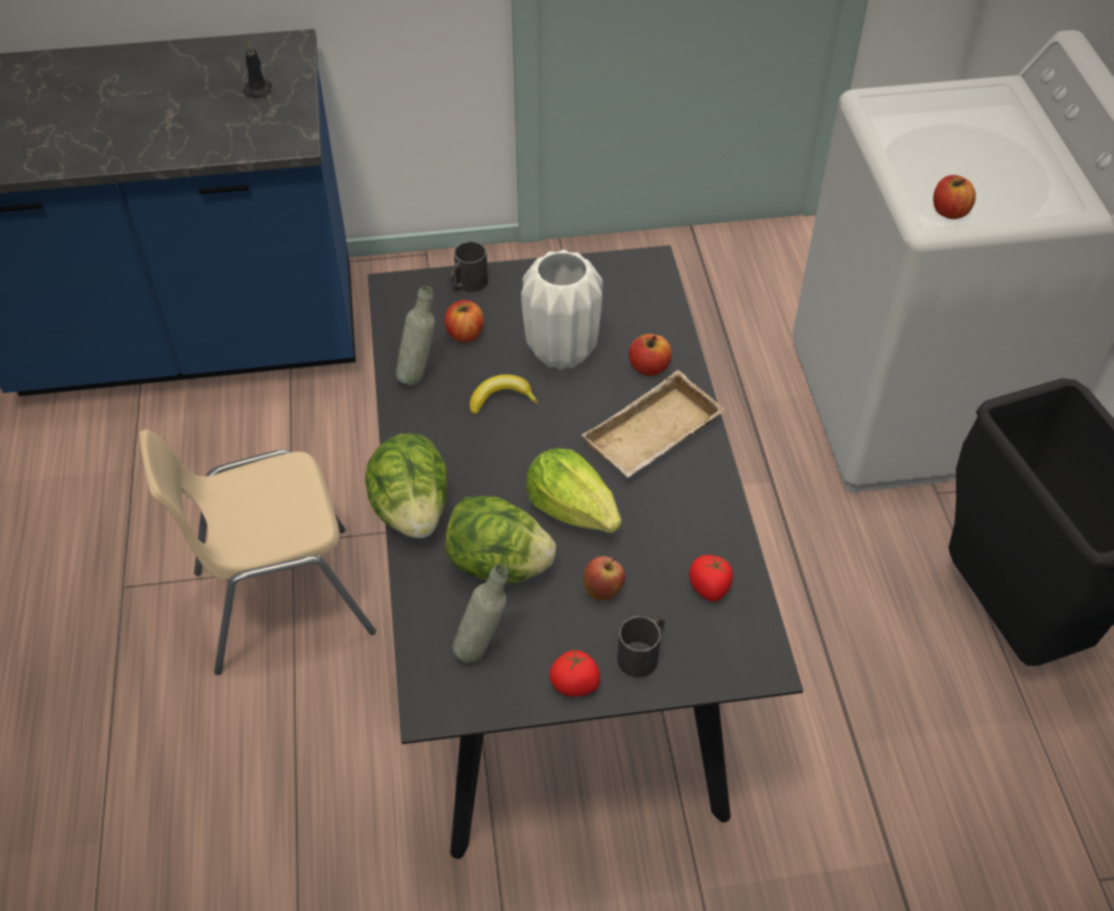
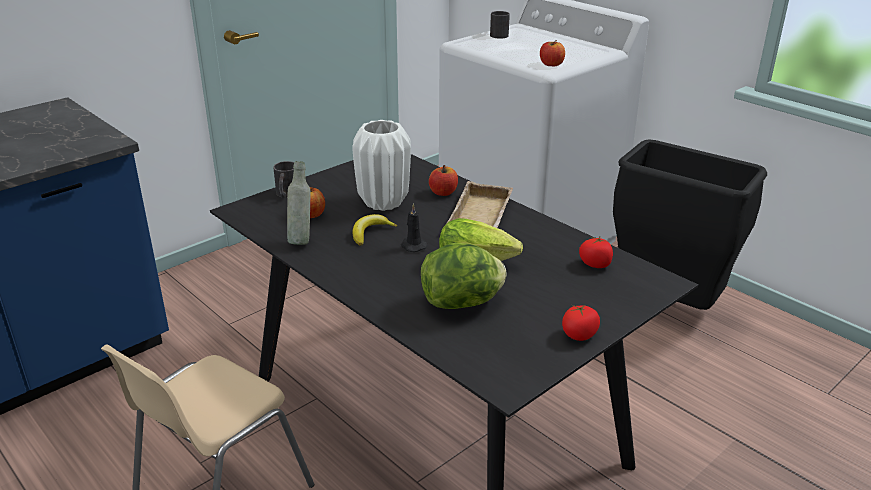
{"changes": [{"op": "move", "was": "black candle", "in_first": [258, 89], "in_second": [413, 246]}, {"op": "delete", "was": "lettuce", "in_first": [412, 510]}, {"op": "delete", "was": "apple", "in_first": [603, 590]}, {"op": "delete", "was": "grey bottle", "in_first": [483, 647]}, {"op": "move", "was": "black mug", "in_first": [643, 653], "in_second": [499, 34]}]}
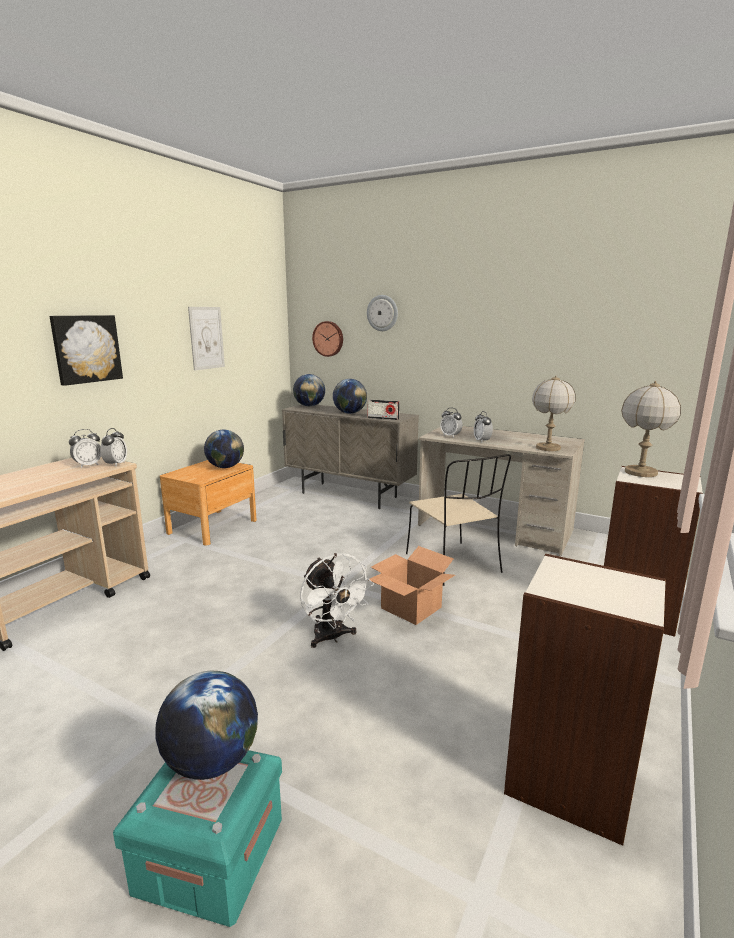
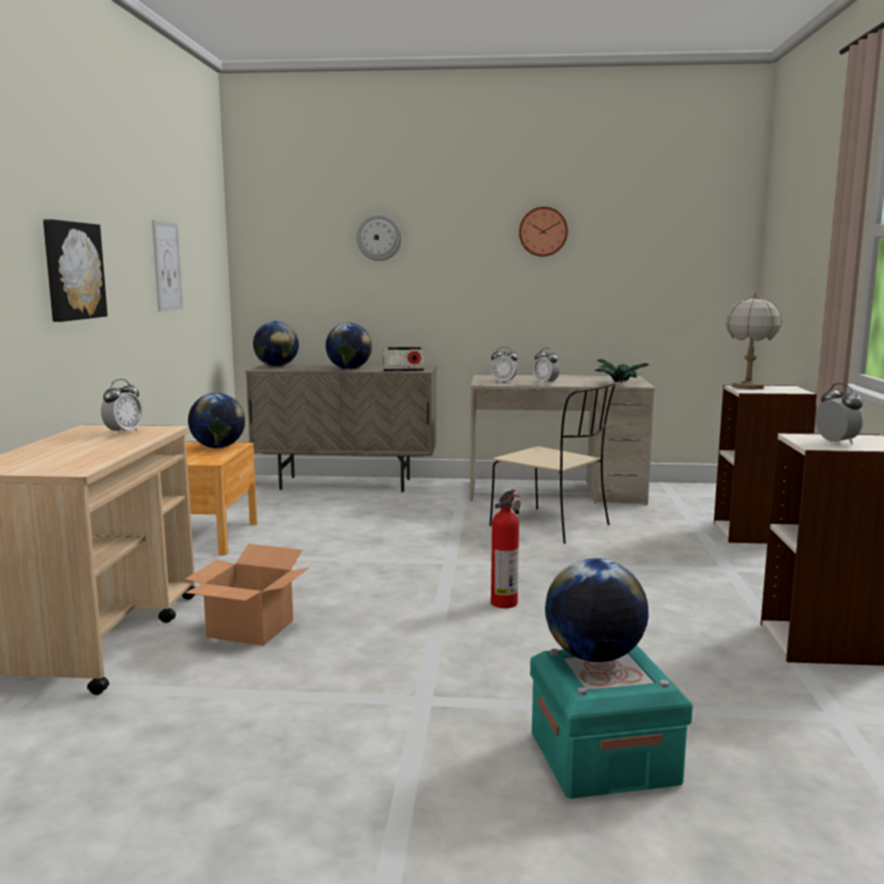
{"changes": [{"op": "move", "was": "wall clock", "in_first": [328, 338], "in_second": [543, 231]}, {"op": "replace", "was": "table lamp", "now": "potted plant", "in_first": [548, 448], "in_second": [621, 383]}, {"op": "move", "was": "alarm clock", "in_first": [116, 464], "in_second": [836, 442]}, {"op": "move", "was": "cardboard box", "in_first": [412, 608], "in_second": [252, 629]}, {"op": "replace", "was": "white fan", "now": "fire extinguisher", "in_first": [332, 637], "in_second": [505, 602]}]}
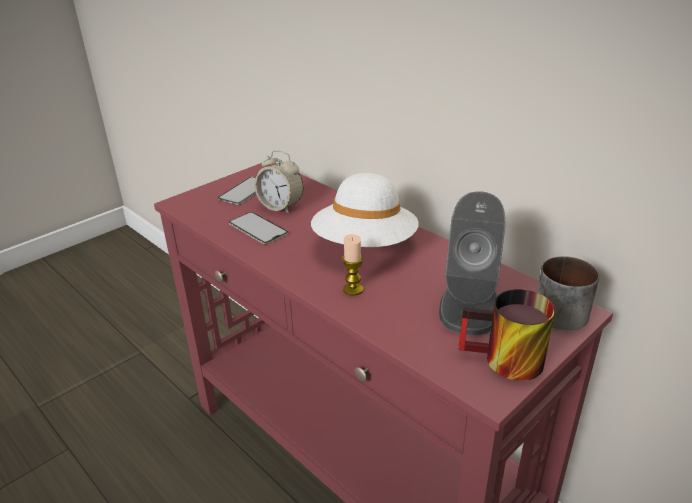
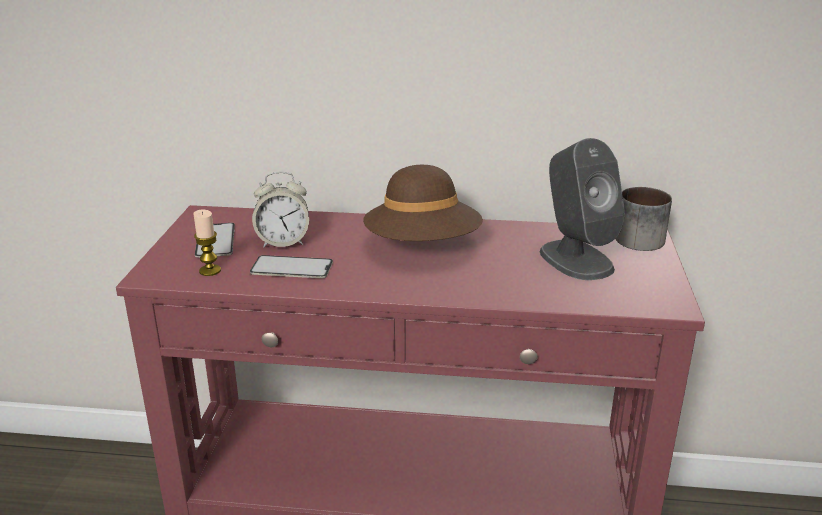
{"changes": [{"op": "recolor", "was": "white hat", "now": "brown hat", "in_first": [365, 245], "in_second": [422, 246]}, {"op": "move", "was": "candle", "in_first": [353, 289], "in_second": [210, 271]}, {"op": "delete", "was": "mug", "in_first": [503, 363]}]}
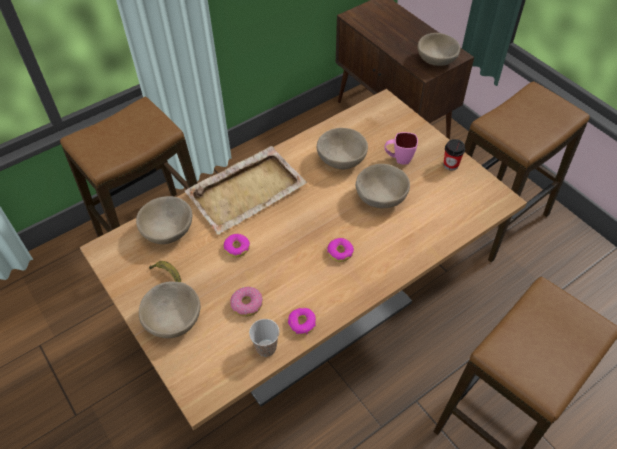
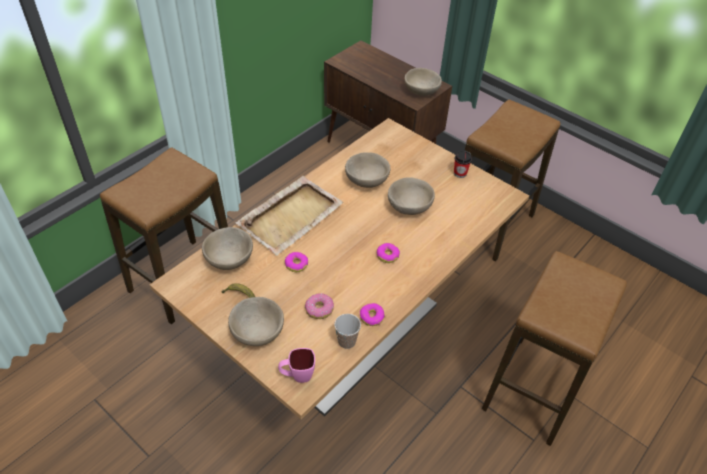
{"changes": [{"op": "move", "was": "pink mug", "in_first": [398, 159], "in_second": [297, 376]}]}
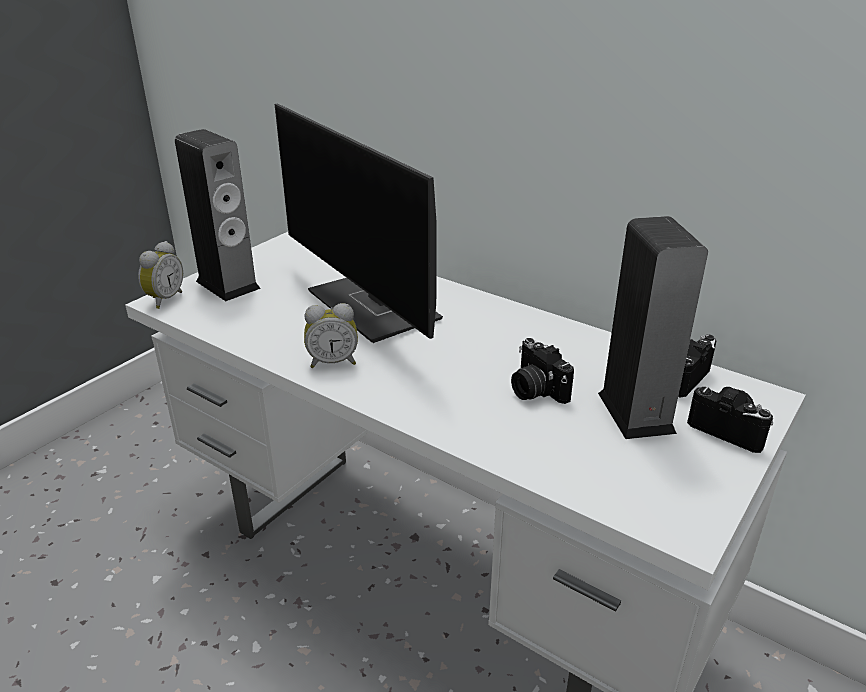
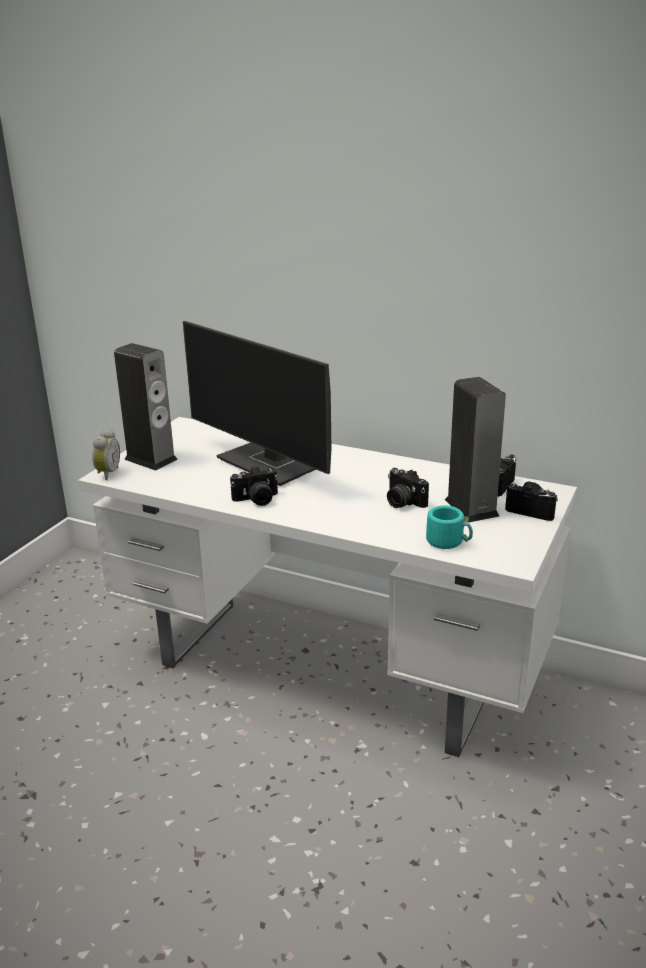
{"changes": [{"op": "replace", "was": "alarm clock", "now": "photo camera", "in_first": [333, 362], "in_second": [256, 500]}, {"op": "insert", "now": "turquoise mug", "in_second": [449, 541]}]}
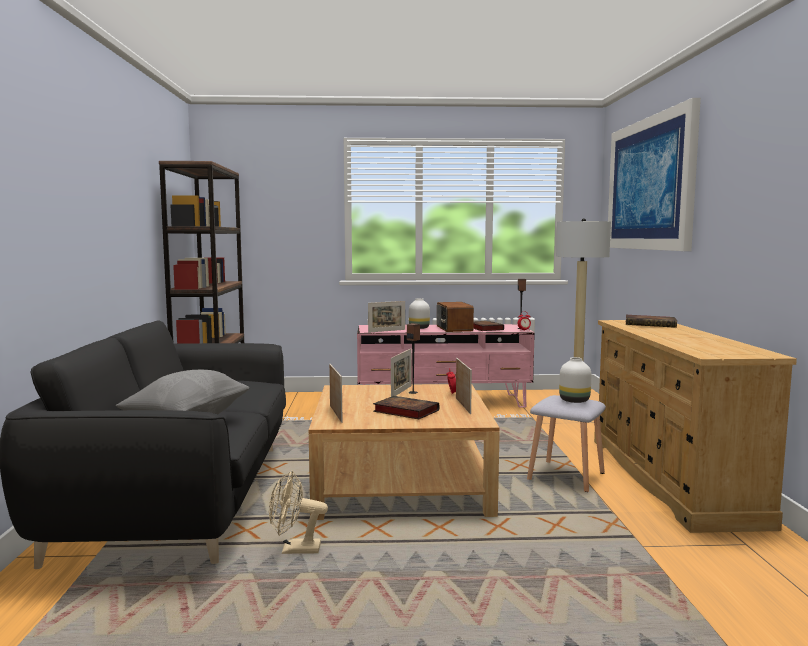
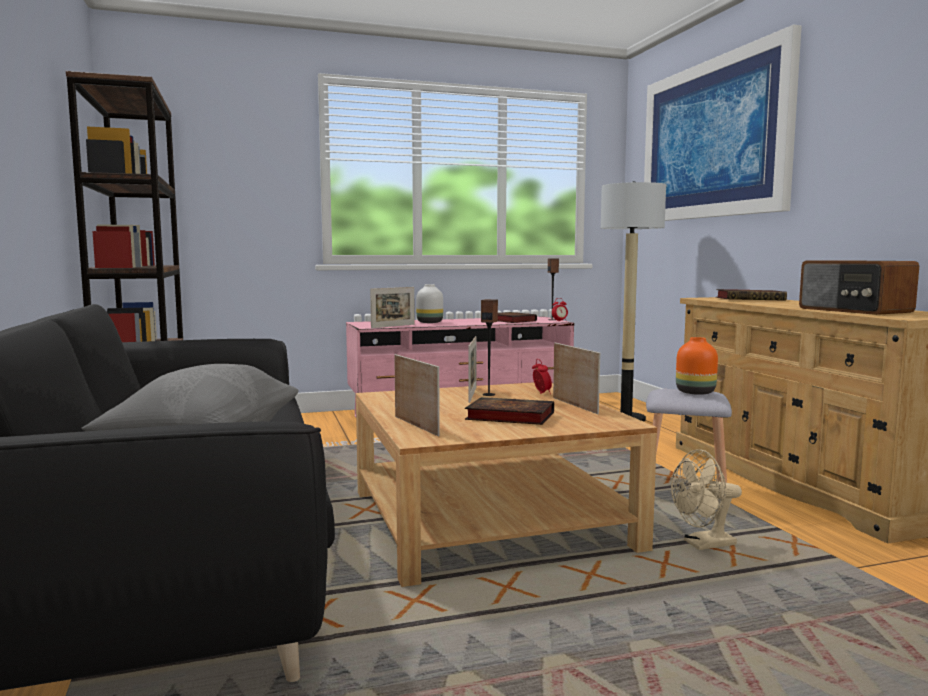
{"changes": [{"op": "move", "was": "radio", "in_first": [453, 328], "in_second": [854, 310]}, {"op": "recolor", "was": "white vase", "now": "orange vase", "in_first": [575, 400], "in_second": [695, 392]}, {"op": "move", "was": "beige fan", "in_first": [294, 550], "in_second": [703, 544]}]}
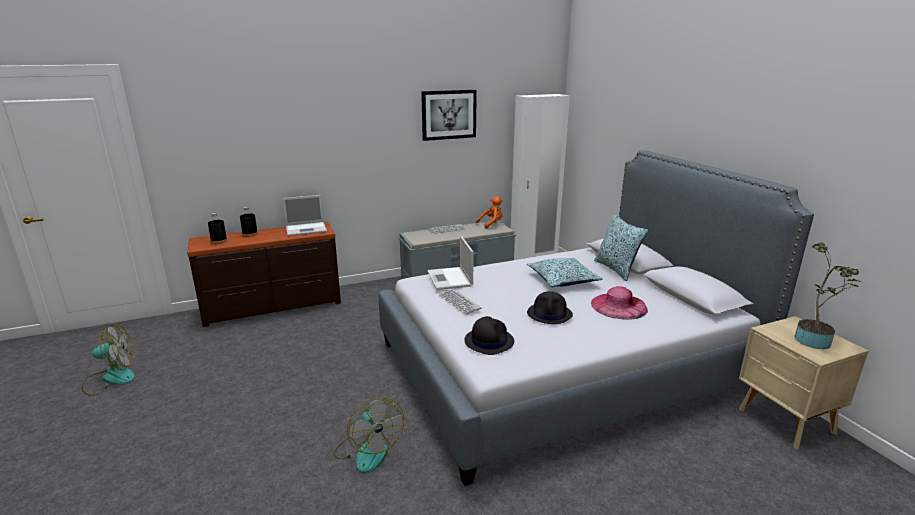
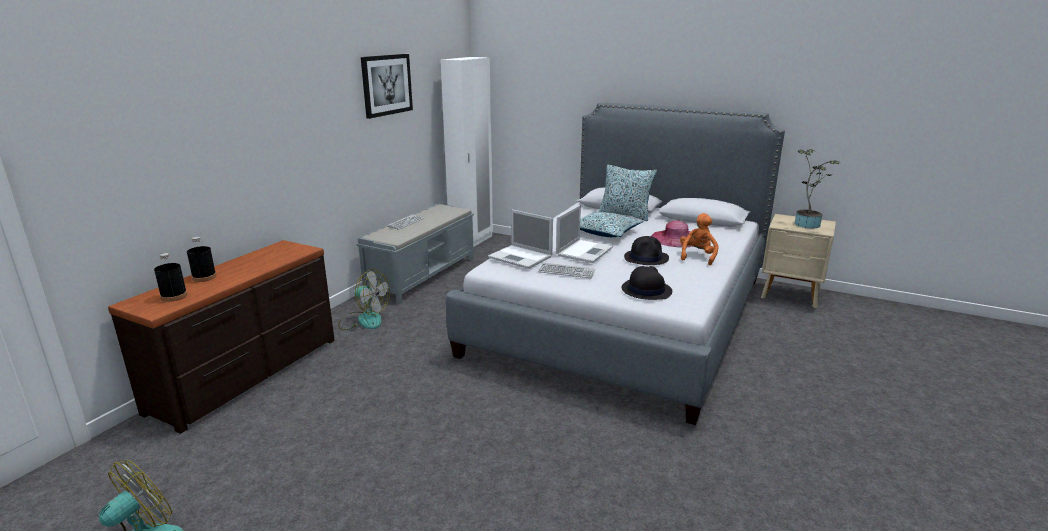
{"changes": [{"op": "move", "was": "laptop", "in_first": [307, 229], "in_second": [585, 251]}, {"op": "move", "was": "orange plush toy", "in_first": [491, 224], "in_second": [697, 256]}, {"op": "move", "was": "fan", "in_first": [368, 450], "in_second": [364, 320]}]}
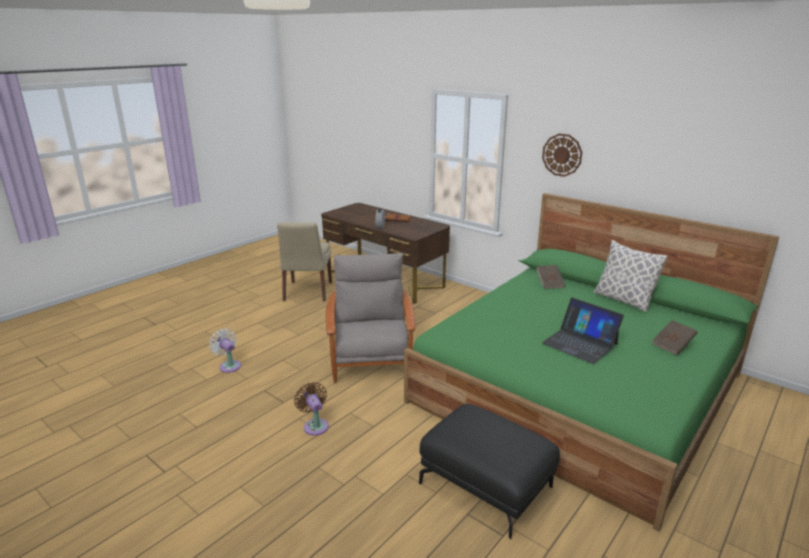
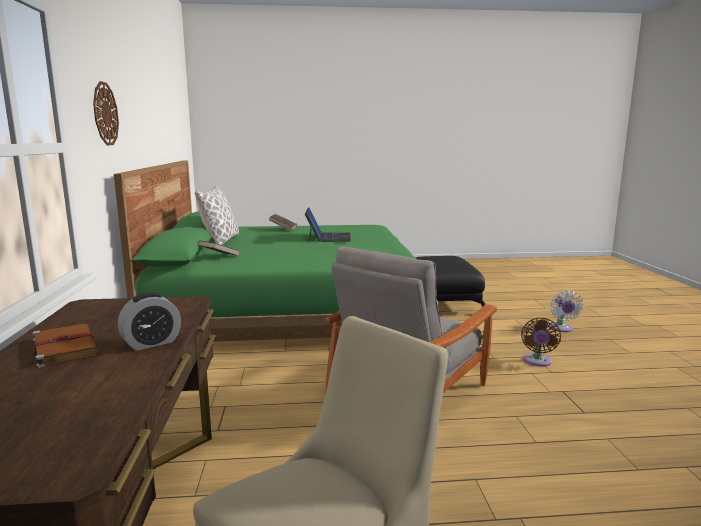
{"changes": [{"op": "move", "was": "white fan", "in_first": [229, 365], "in_second": [561, 329]}]}
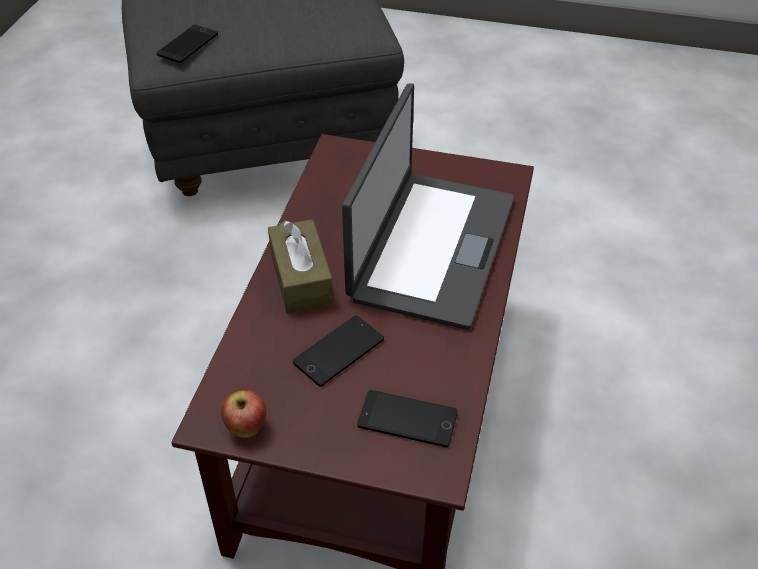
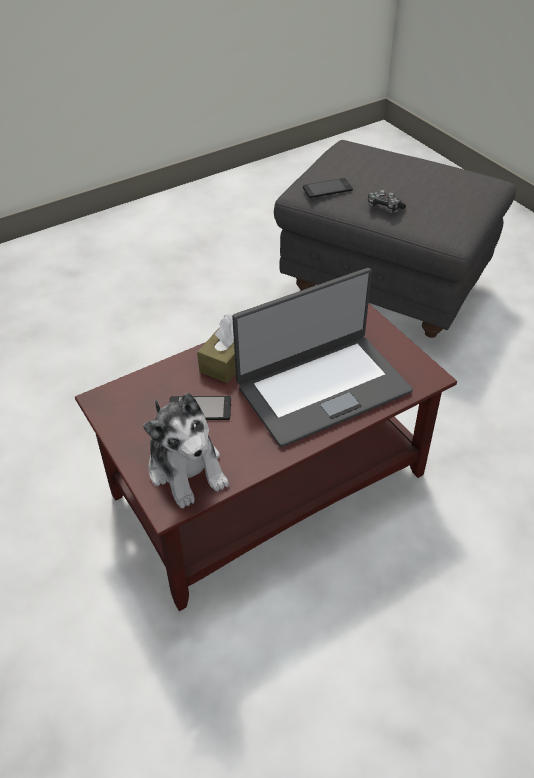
{"changes": [{"op": "delete", "was": "apple", "in_first": [246, 428]}, {"op": "replace", "was": "phone", "now": "plush toy", "in_first": [407, 419], "in_second": [187, 469]}, {"op": "insert", "now": "game controller", "in_second": [384, 207]}]}
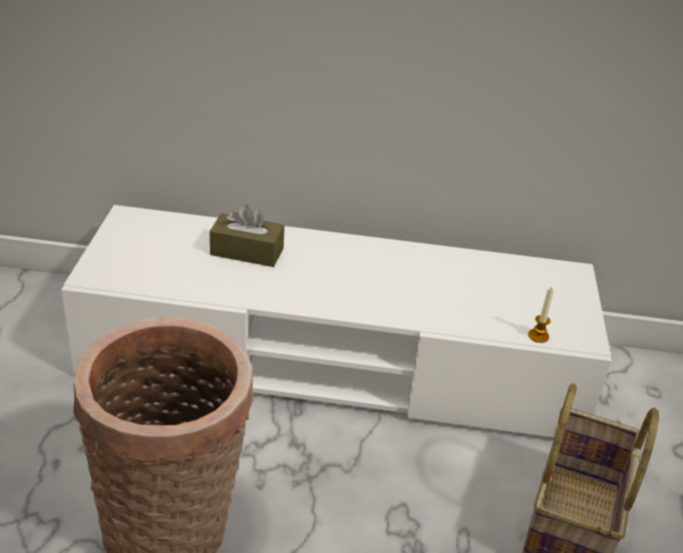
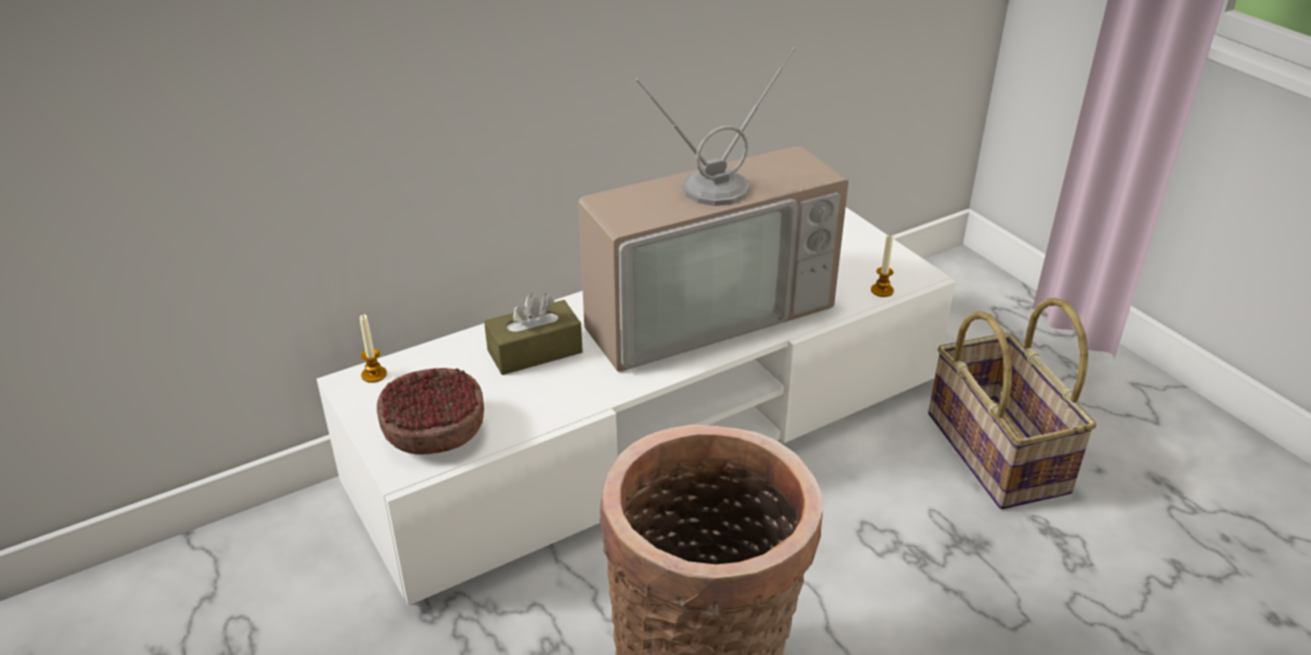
{"changes": [{"op": "insert", "now": "television", "in_second": [704, 308]}, {"op": "insert", "now": "candle", "in_second": [374, 375]}, {"op": "insert", "now": "bowl", "in_second": [433, 432]}]}
